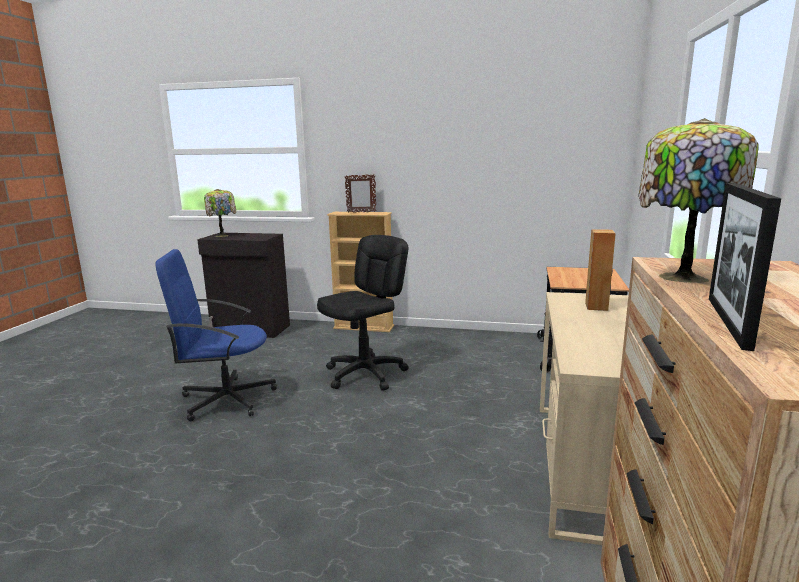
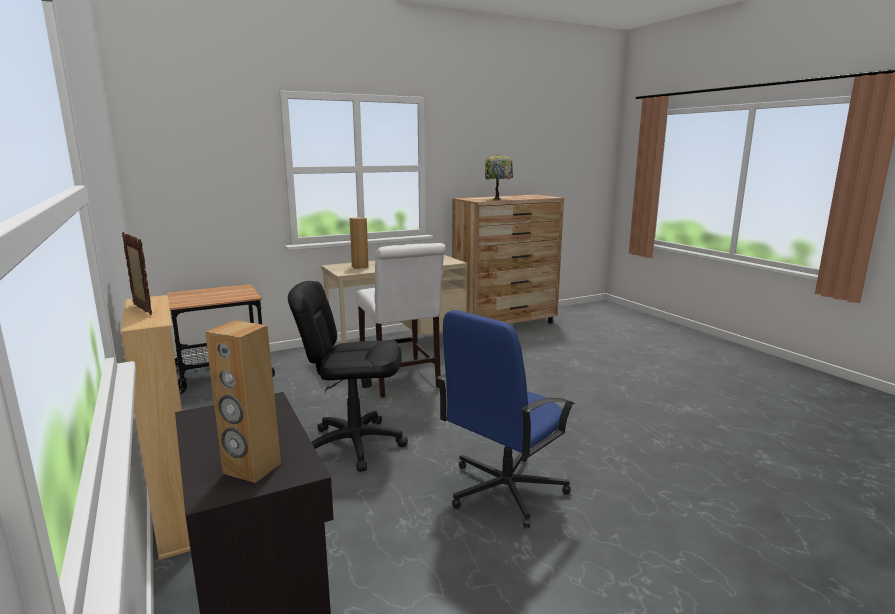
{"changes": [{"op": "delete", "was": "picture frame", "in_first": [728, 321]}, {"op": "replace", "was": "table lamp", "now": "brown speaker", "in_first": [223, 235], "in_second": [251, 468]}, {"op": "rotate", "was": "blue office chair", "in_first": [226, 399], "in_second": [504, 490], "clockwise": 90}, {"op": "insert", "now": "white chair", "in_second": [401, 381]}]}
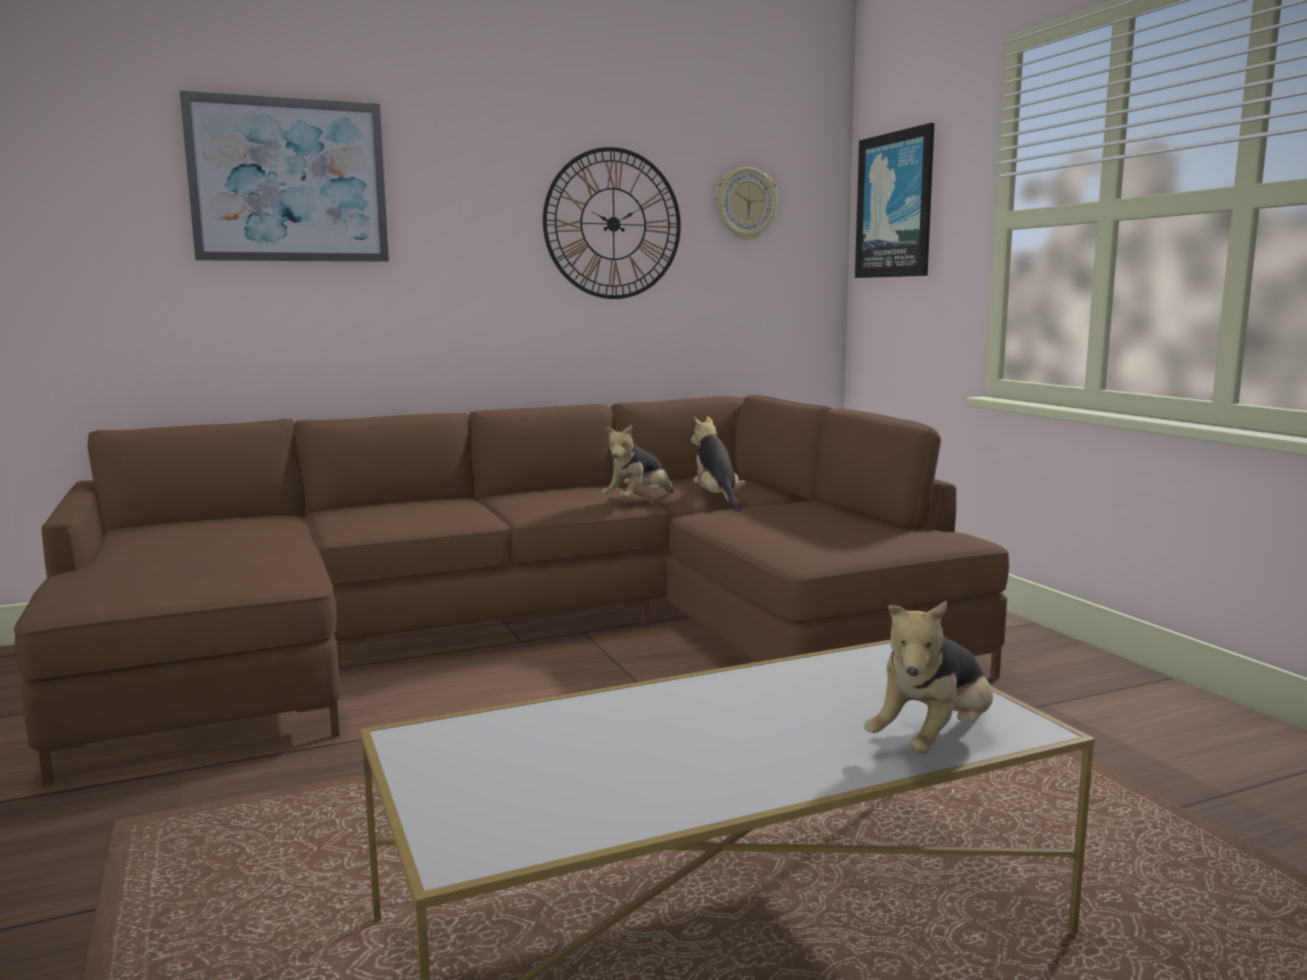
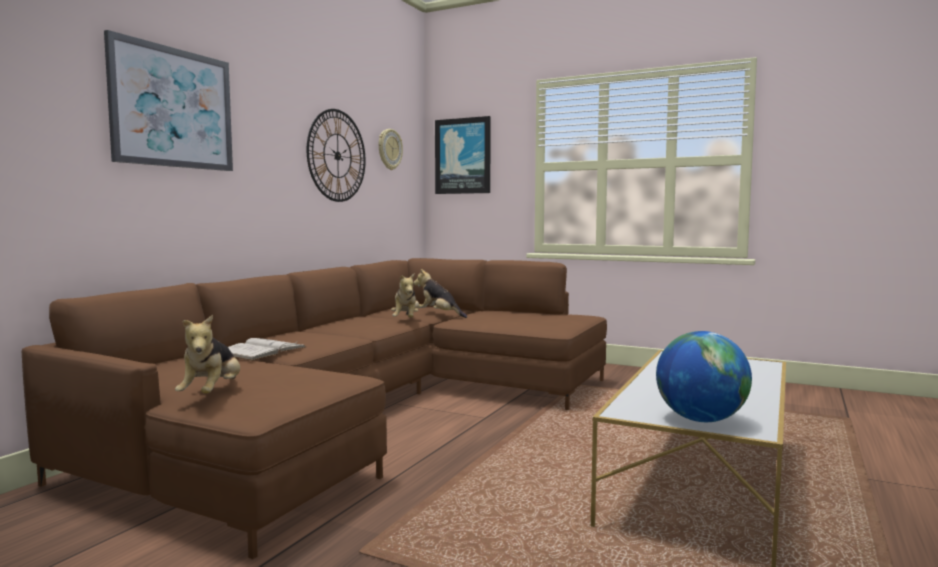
{"changes": [{"op": "move", "was": "plush toy", "in_first": [933, 741], "in_second": [212, 394]}, {"op": "insert", "now": "globe", "in_second": [700, 420]}, {"op": "insert", "now": "white book", "in_second": [262, 350]}]}
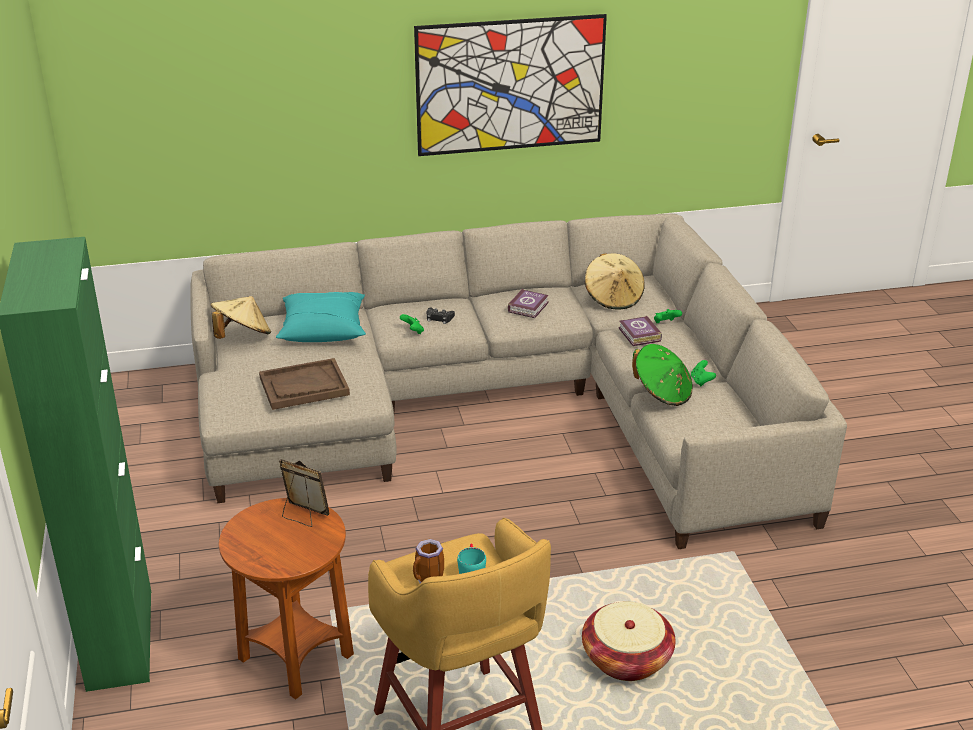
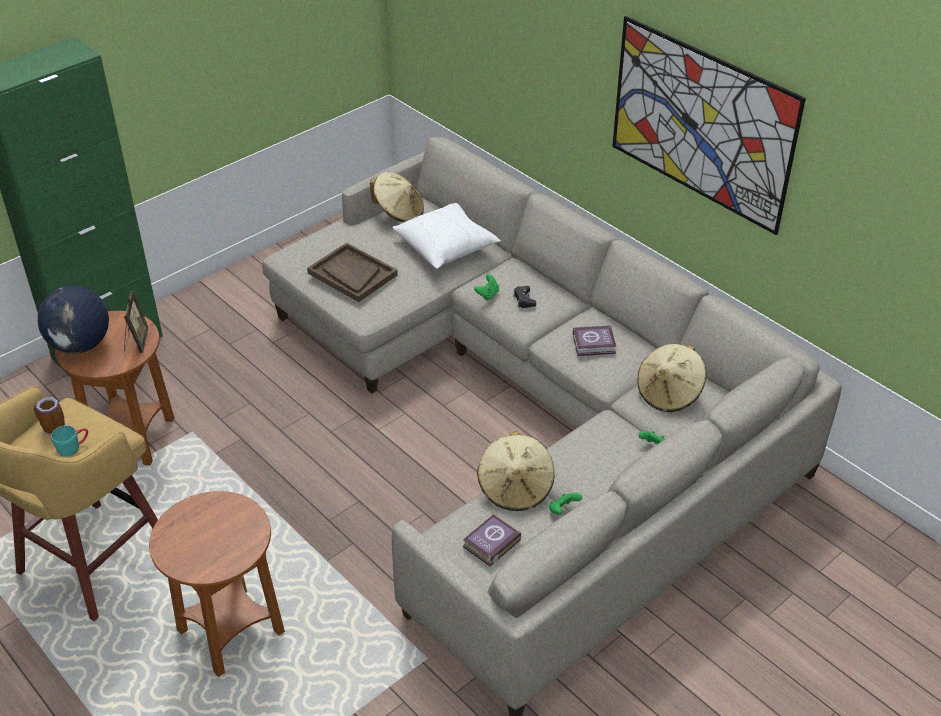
{"changes": [{"op": "recolor", "was": "turquoise pillow", "now": "white pillow", "in_first": [323, 329], "in_second": [446, 247]}, {"op": "move", "was": "book", "in_first": [639, 335], "in_second": [490, 543]}, {"op": "recolor", "was": "green hat", "now": "beige hat", "in_first": [662, 393], "in_second": [515, 488]}, {"op": "replace", "was": "basket", "now": "brown side table", "in_first": [626, 659], "in_second": [231, 631]}, {"op": "insert", "now": "globe", "in_second": [81, 345]}]}
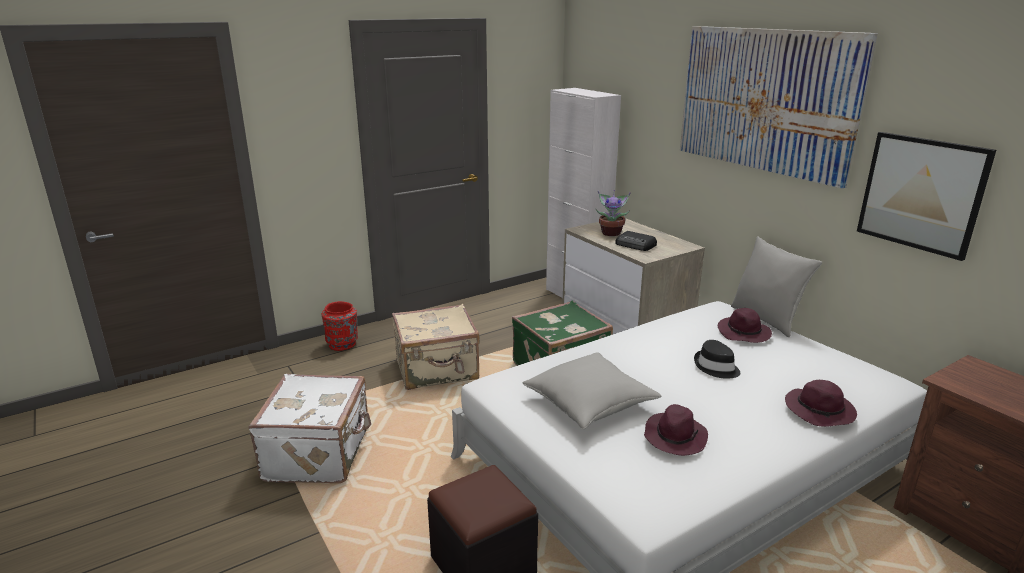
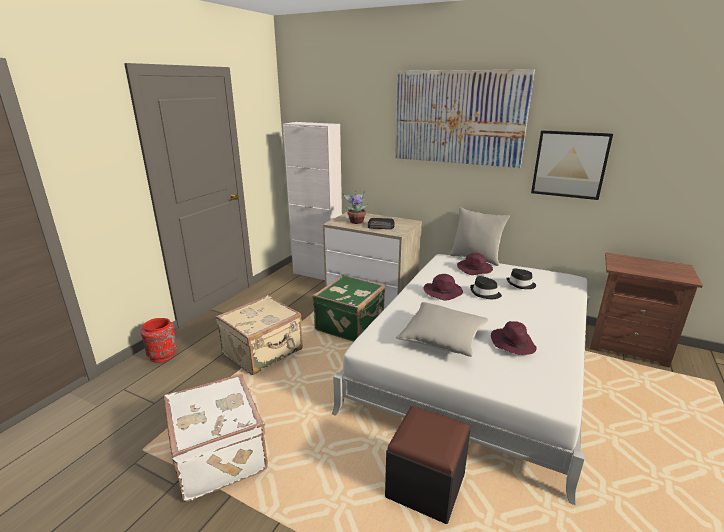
{"changes": [{"op": "move", "was": "purple hat", "in_first": [820, 411], "in_second": [443, 292]}, {"op": "insert", "now": "black hat", "in_second": [521, 284]}]}
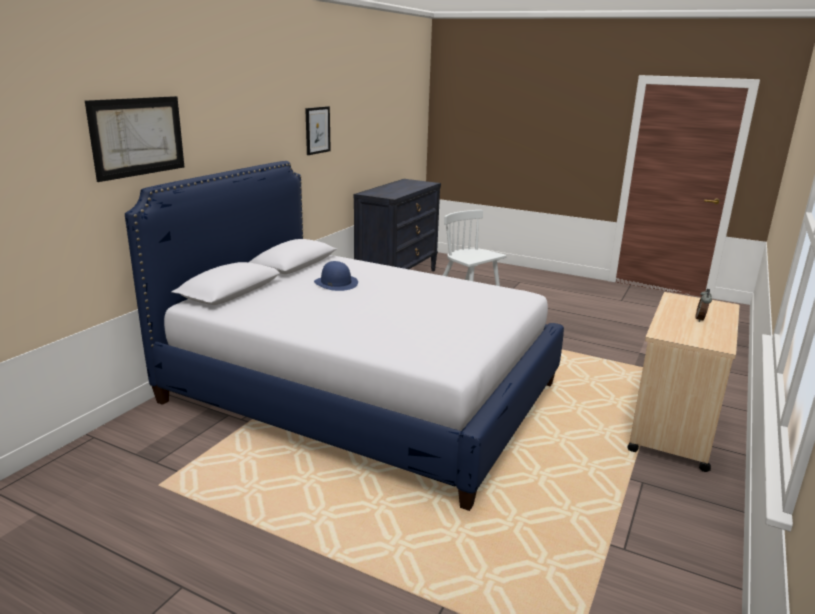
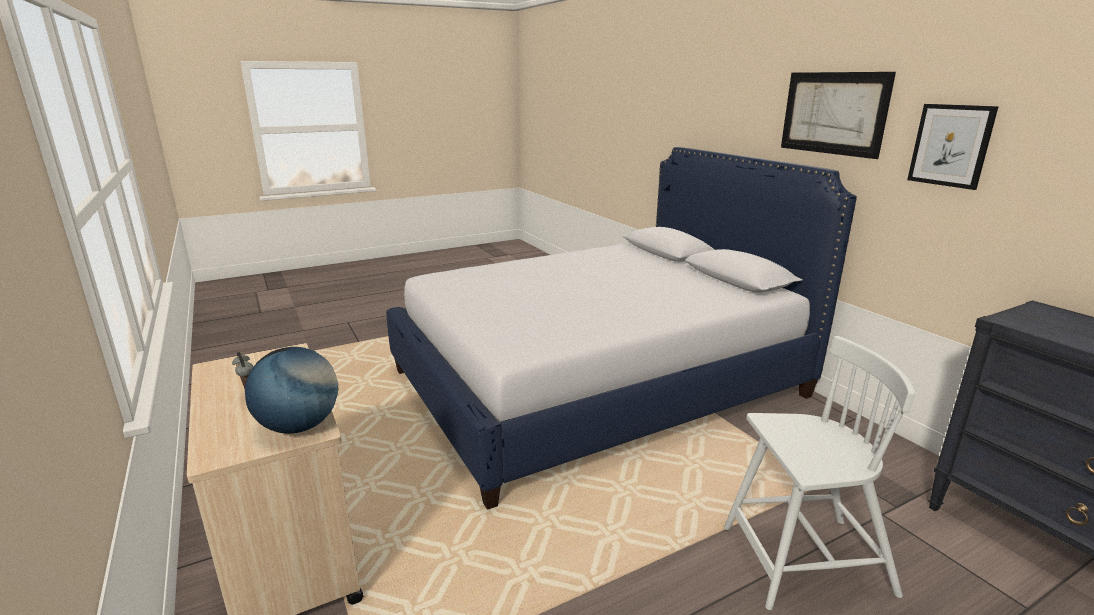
{"changes": [{"op": "move", "was": "picture", "in_first": [138, 137], "in_second": [833, 113]}, {"op": "delete", "was": "blue hat", "in_first": [336, 283]}, {"op": "insert", "now": "globe", "in_second": [299, 426]}]}
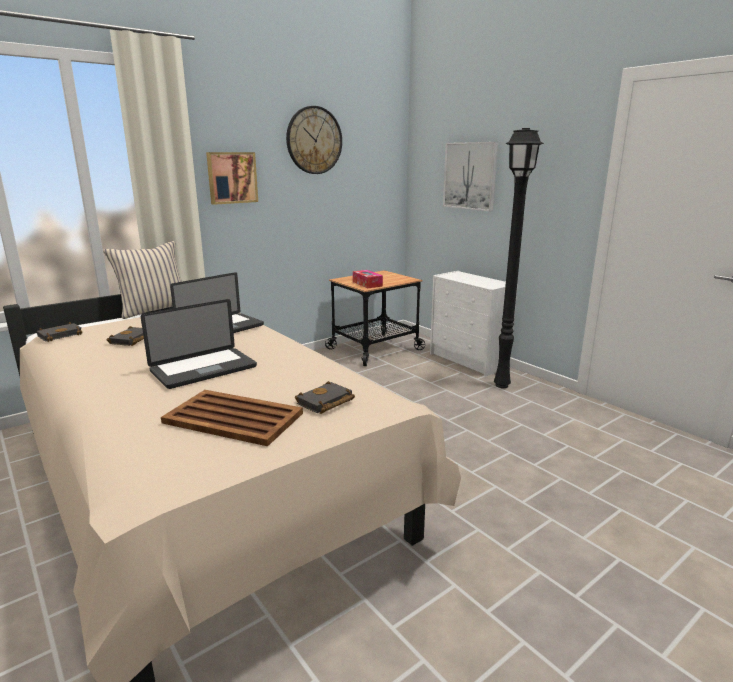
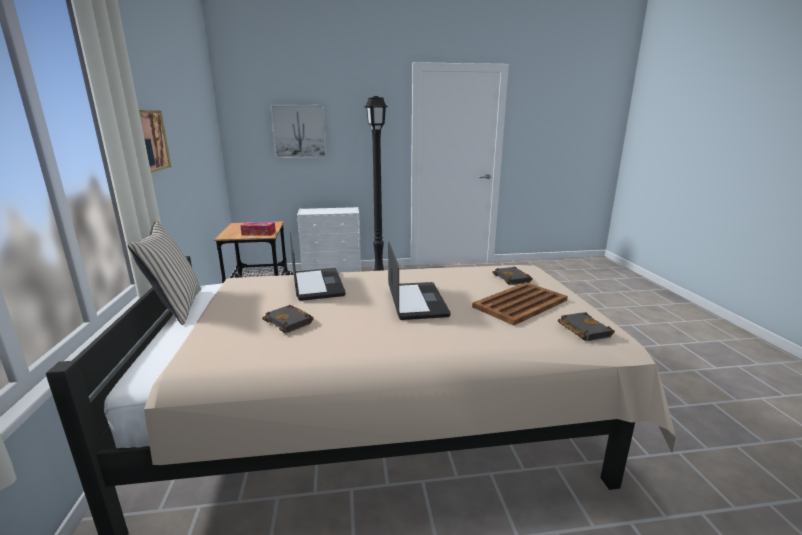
{"changes": [{"op": "delete", "was": "wall clock", "in_first": [314, 140]}, {"op": "move", "was": "black book", "in_first": [61, 335], "in_second": [582, 330]}]}
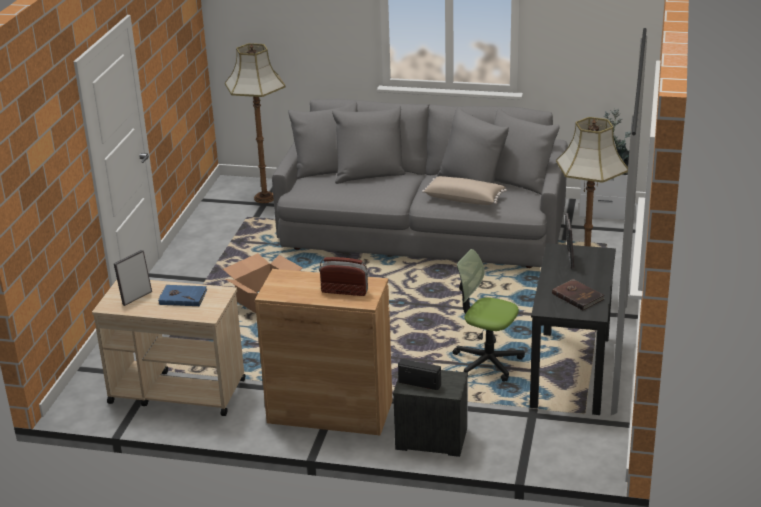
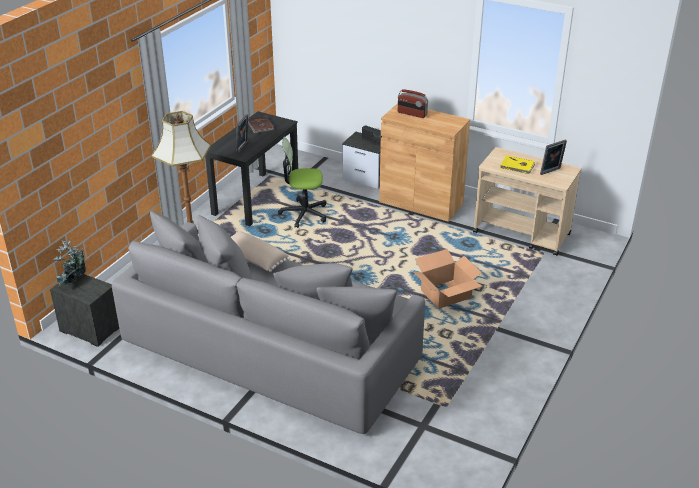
{"changes": [{"op": "delete", "was": "floor lamp", "in_first": [265, 197]}, {"op": "rotate", "was": "office chair", "in_first": [487, 362], "in_second": [304, 214], "clockwise": 135}, {"op": "recolor", "was": "blue book", "now": "yellow book", "in_first": [182, 297], "in_second": [517, 166]}]}
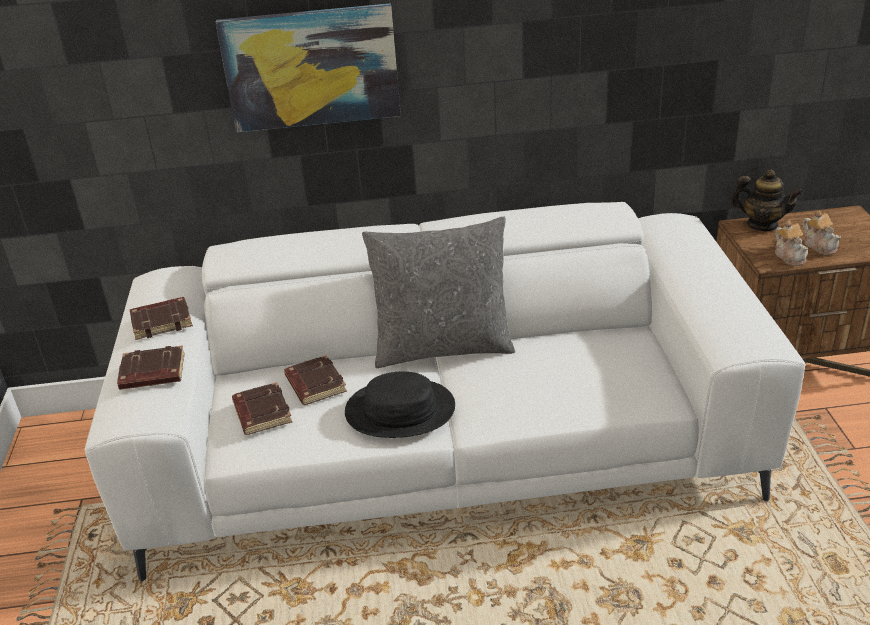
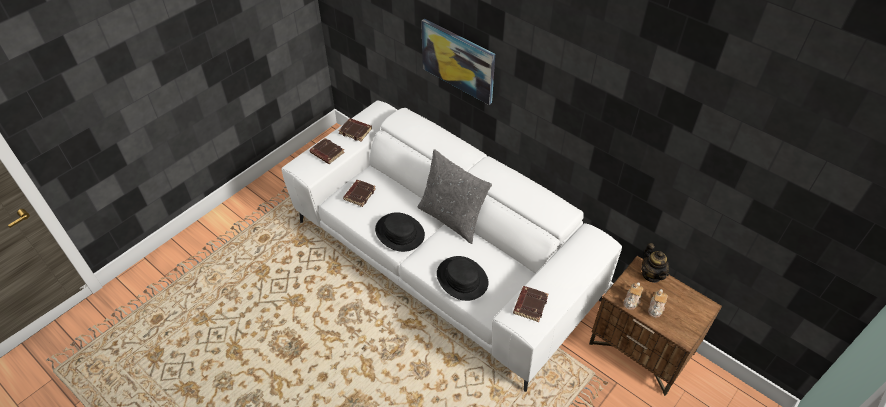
{"changes": [{"op": "move", "was": "brown book", "in_first": [314, 384], "in_second": [530, 305]}, {"op": "insert", "now": "black hat", "in_second": [462, 279]}]}
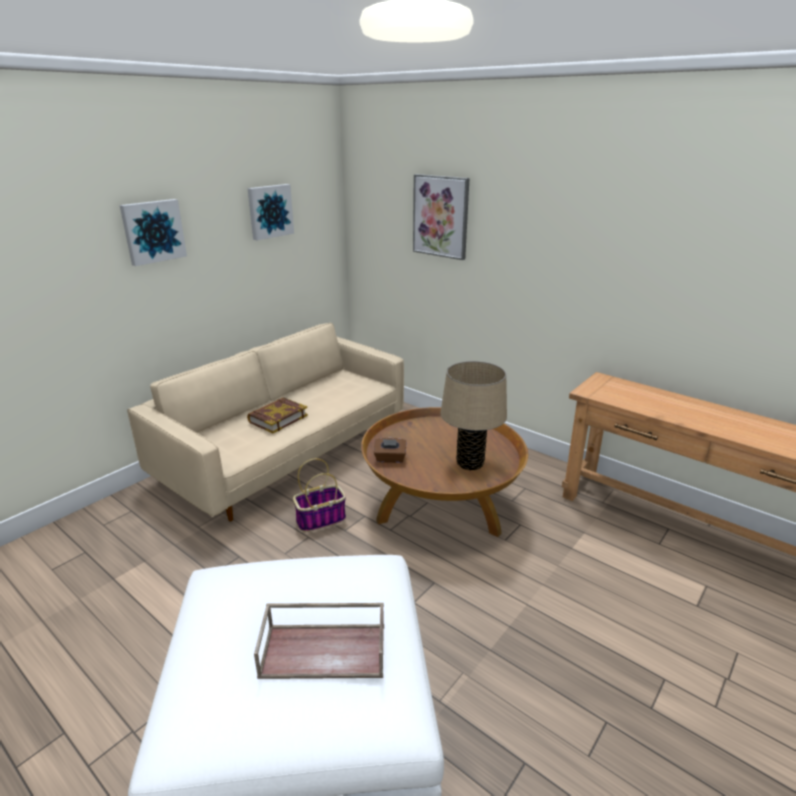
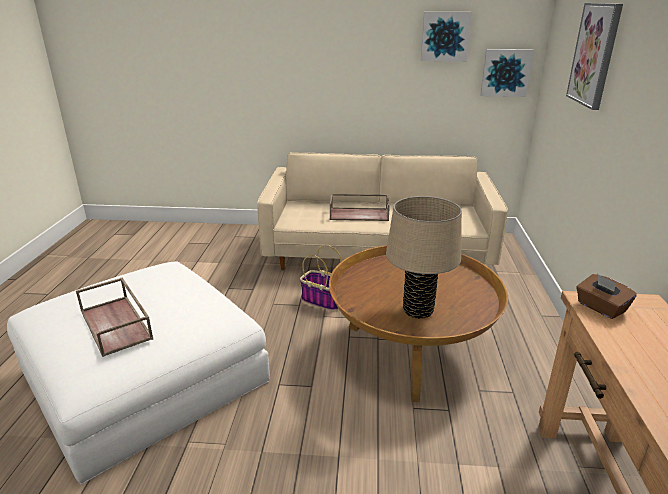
{"changes": [{"op": "move", "was": "picture", "in_first": [153, 231], "in_second": [505, 72]}, {"op": "replace", "was": "book", "now": "brown tray", "in_first": [277, 418], "in_second": [359, 214]}, {"op": "move", "was": "brown tissue box", "in_first": [390, 459], "in_second": [600, 308]}]}
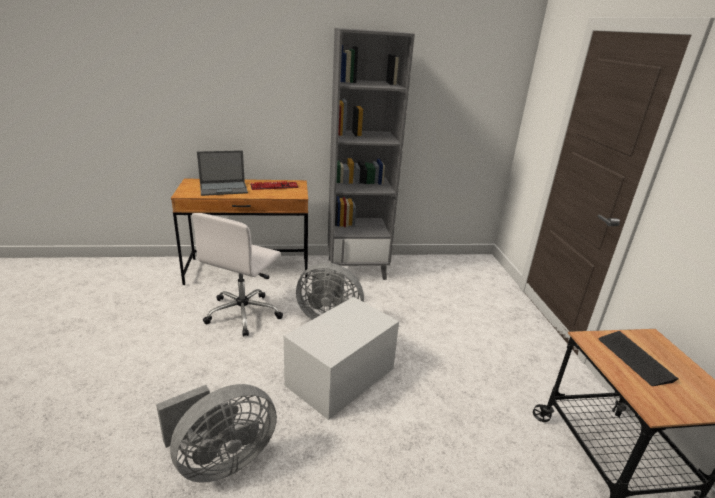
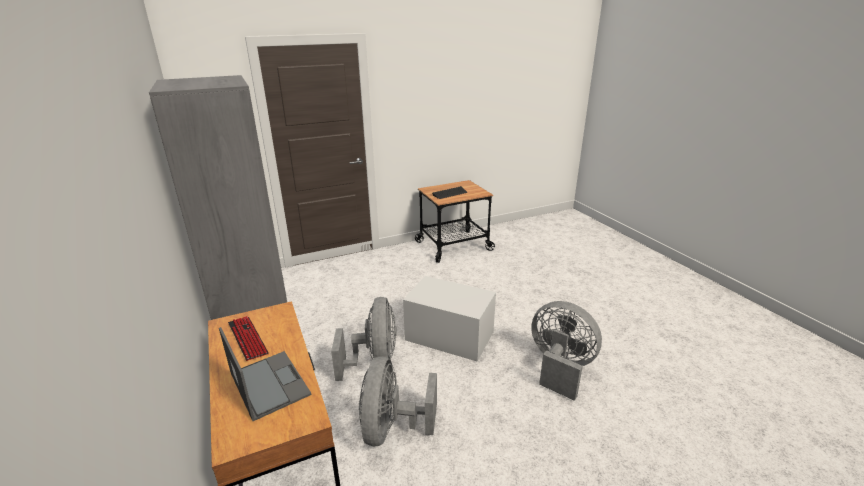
{"changes": [{"op": "replace", "was": "white office chair", "now": "grey fan", "in_first": [244, 313], "in_second": [392, 428]}]}
